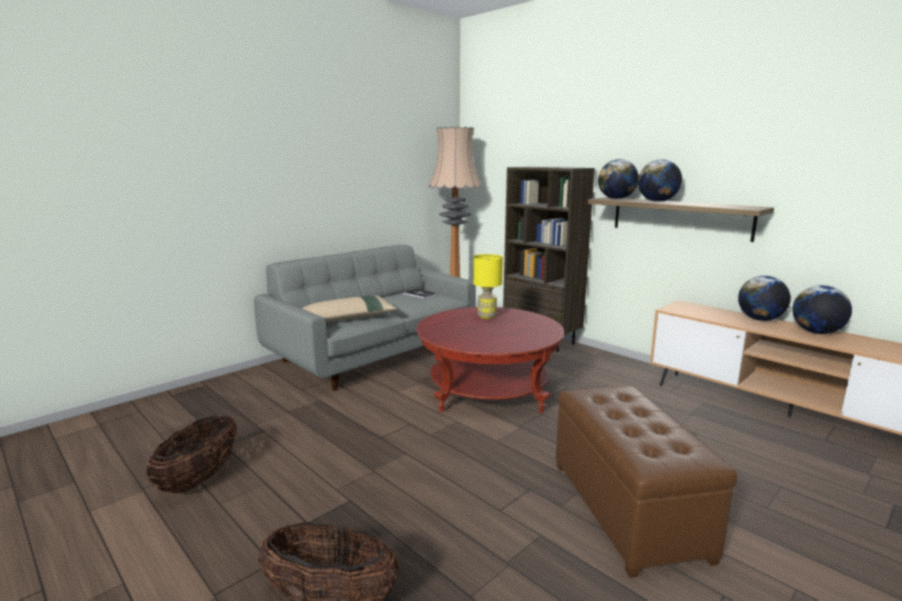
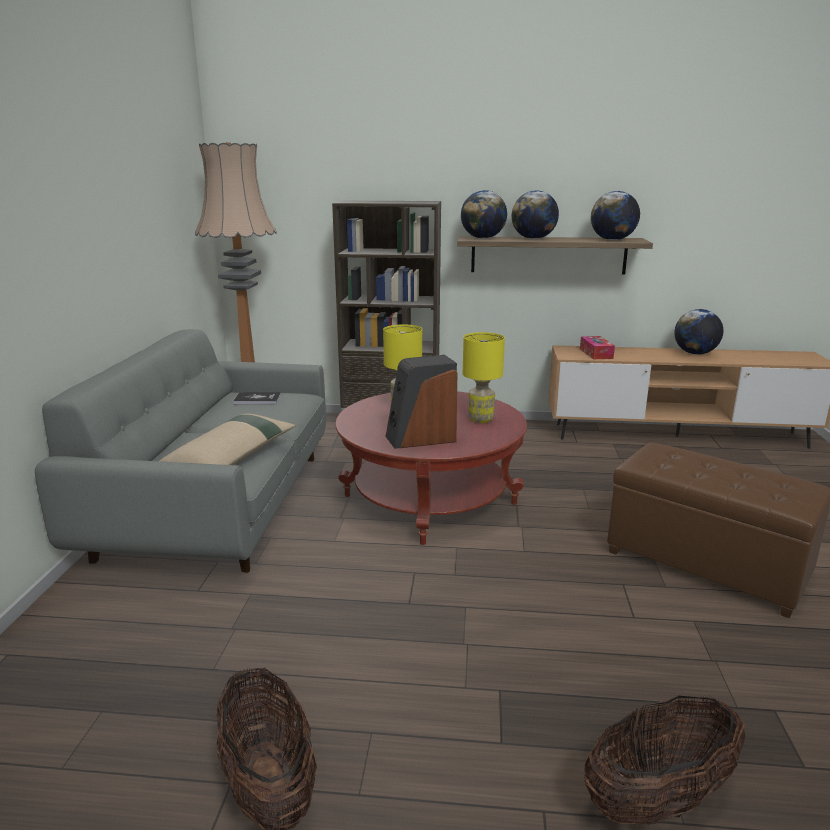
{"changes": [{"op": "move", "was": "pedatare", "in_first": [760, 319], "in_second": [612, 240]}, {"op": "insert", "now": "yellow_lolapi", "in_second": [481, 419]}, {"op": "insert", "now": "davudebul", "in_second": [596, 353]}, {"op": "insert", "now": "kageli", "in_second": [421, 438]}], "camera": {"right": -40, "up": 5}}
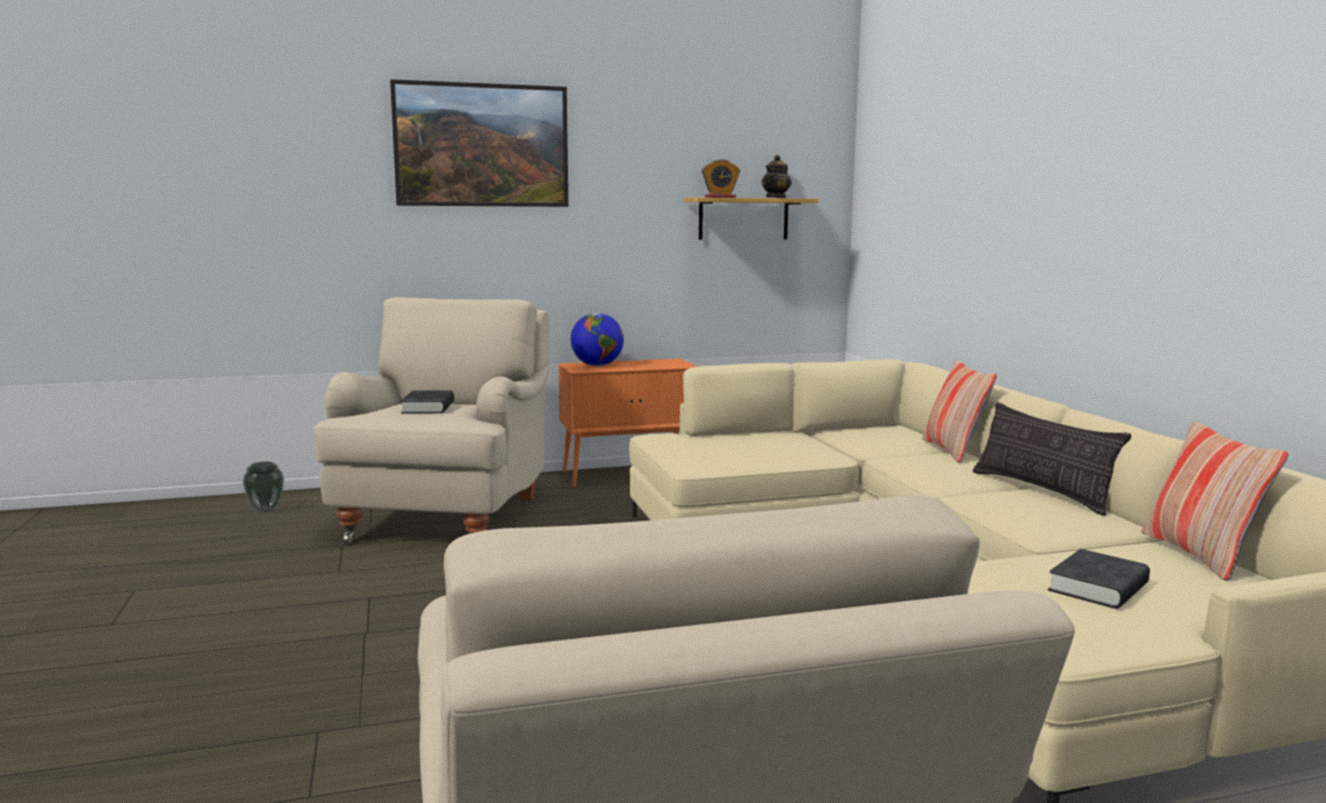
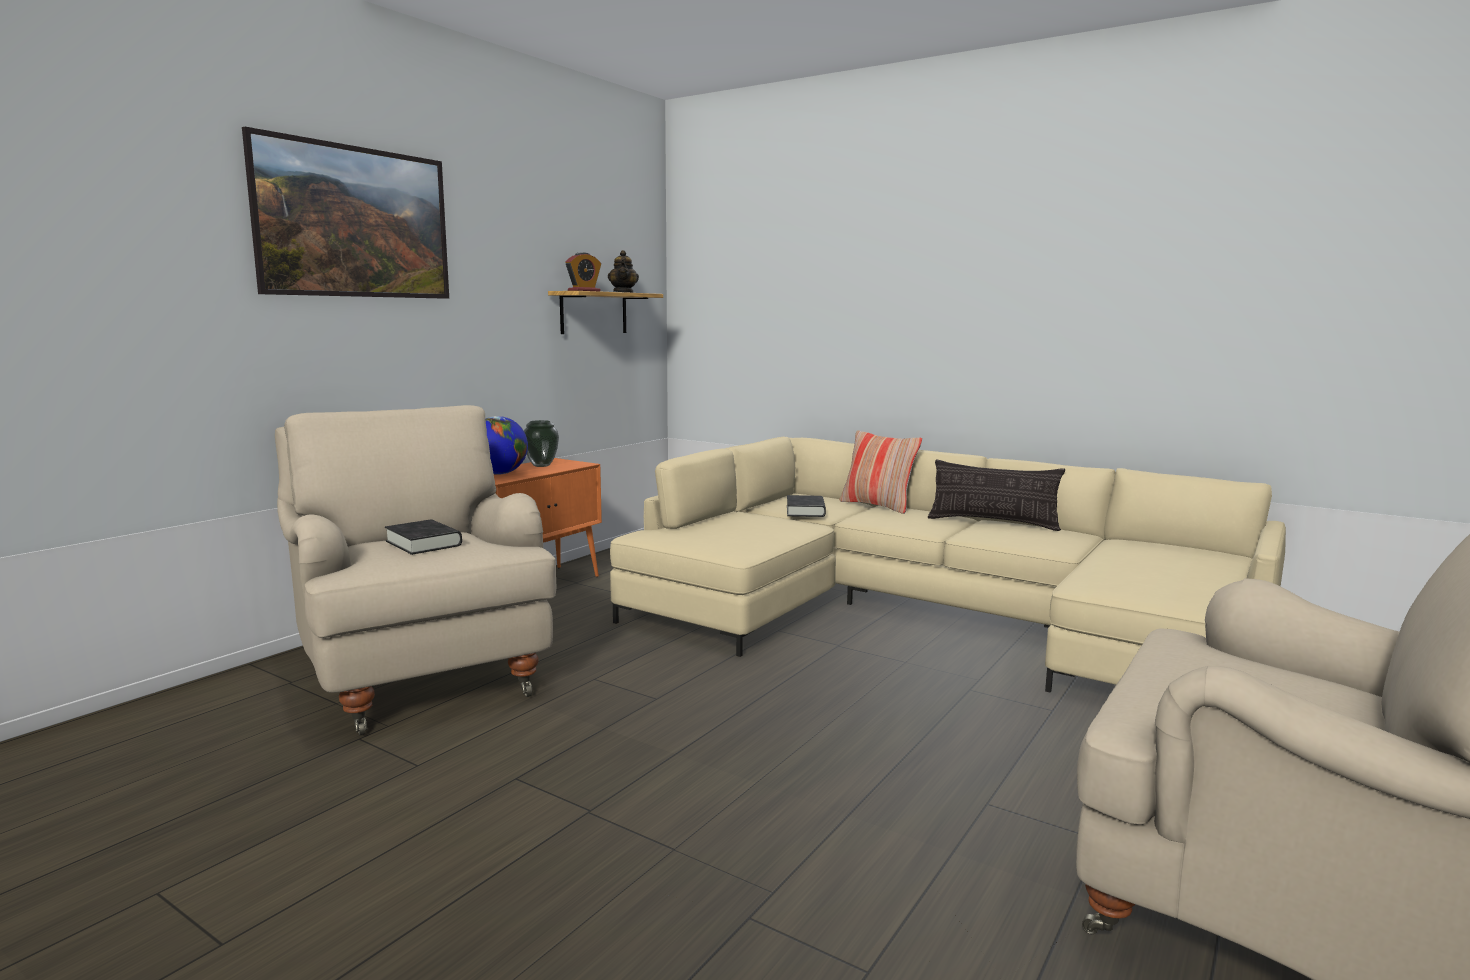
{"changes": [{"op": "delete", "was": "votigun", "in_first": [1200, 555]}, {"op": "move", "was": "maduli", "in_first": [265, 509], "in_second": [541, 465]}, {"op": "move", "was": "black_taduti", "in_first": [1098, 587], "in_second": [805, 511]}], "camera": {"right": -40, "up": 0}}
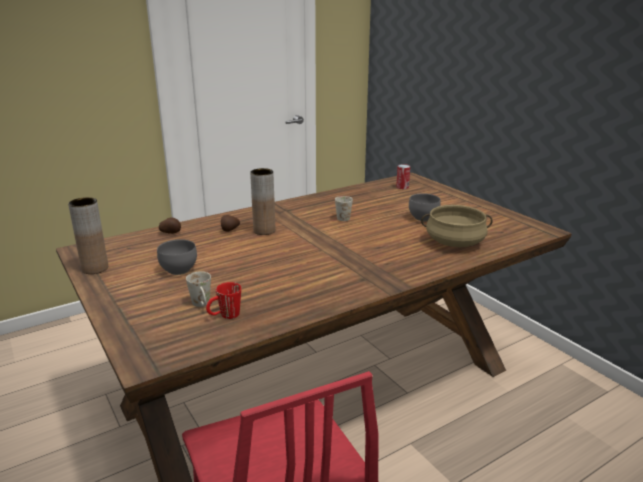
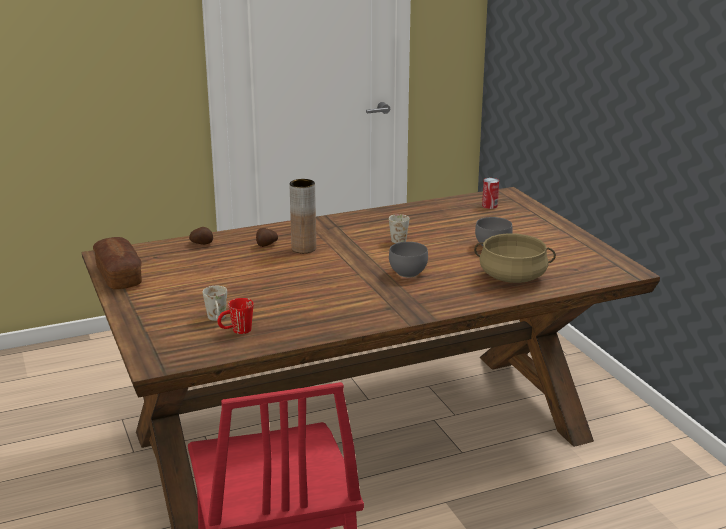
{"changes": [{"op": "replace", "was": "brown_maduli", "now": "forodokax", "in_first": [95, 268], "in_second": [119, 276]}, {"op": "move", "was": "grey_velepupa", "in_first": [177, 270], "in_second": [406, 273]}], "camera": {"right": 10, "up": 0}}
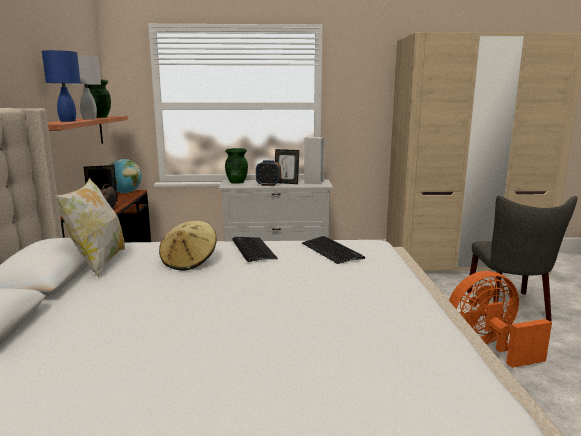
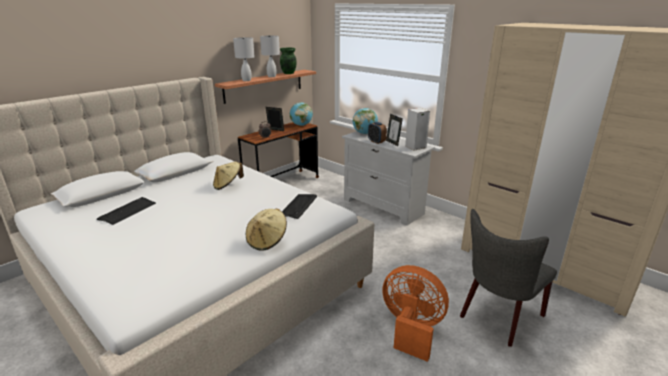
{"changes": [{"op": "recolor", "was": "blue_lolapi", "now": "white_lolapi", "in_first": [67, 121], "in_second": [246, 80]}, {"op": "replace", "was": "green_maduli", "now": "pedatare", "in_first": [236, 182], "in_second": [364, 133]}, {"op": "delete", "was": "votigun", "in_first": [98, 263]}, {"op": "move", "was": "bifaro", "in_first": [253, 249], "in_second": [127, 211]}, {"op": "insert", "now": "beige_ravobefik", "in_second": [267, 241]}], "camera": {"right": 45, "up": 10}}
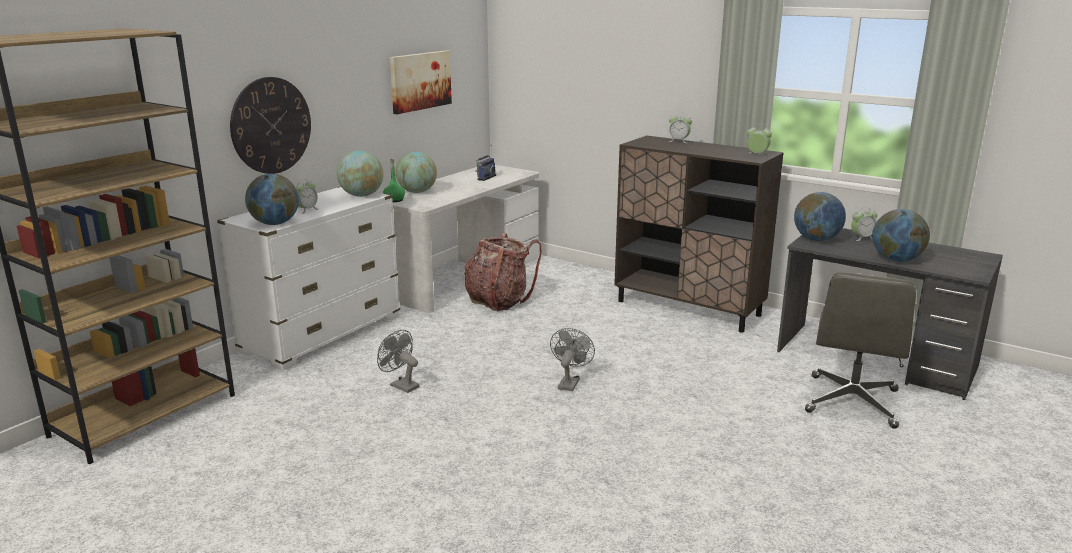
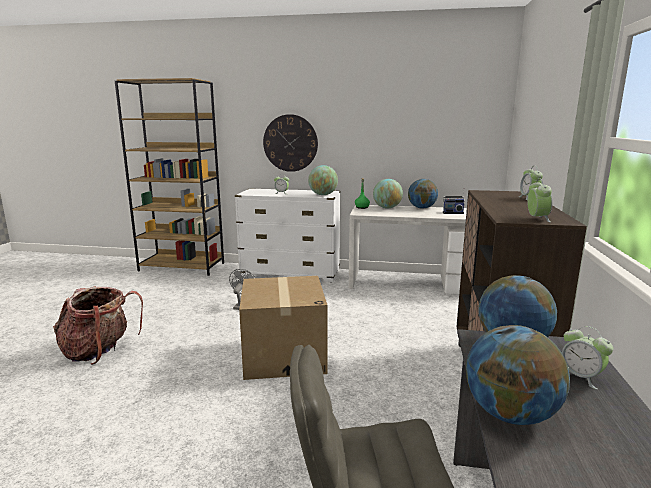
{"changes": [{"op": "delete", "was": "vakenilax", "in_first": [420, 81]}, {"op": "move", "was": "pedatare", "in_first": [275, 224], "in_second": [422, 208]}, {"op": "move", "was": "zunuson", "in_first": [499, 301], "in_second": [100, 352]}, {"op": "replace", "was": "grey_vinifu", "now": "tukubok", "in_first": [569, 382], "in_second": [283, 355]}], "camera": {"right": 65, "up": -5}}
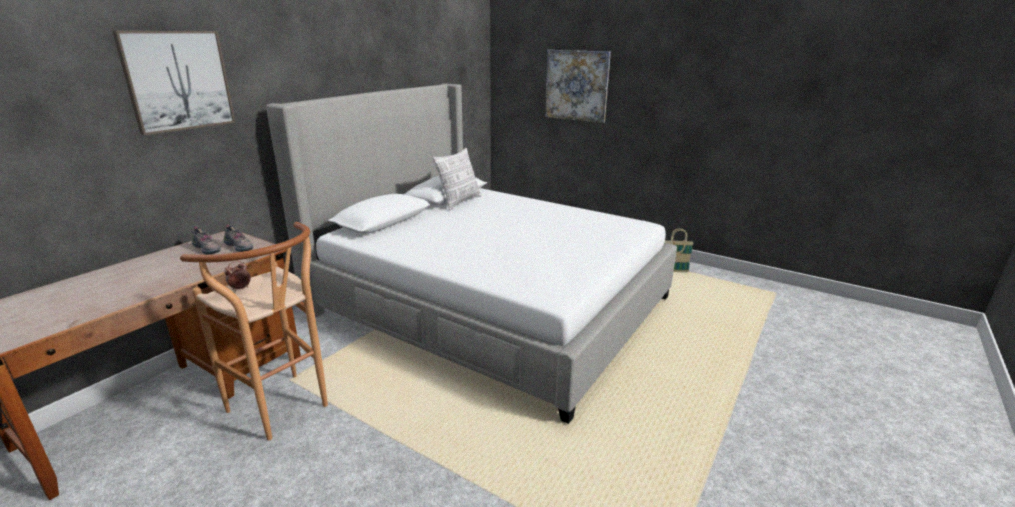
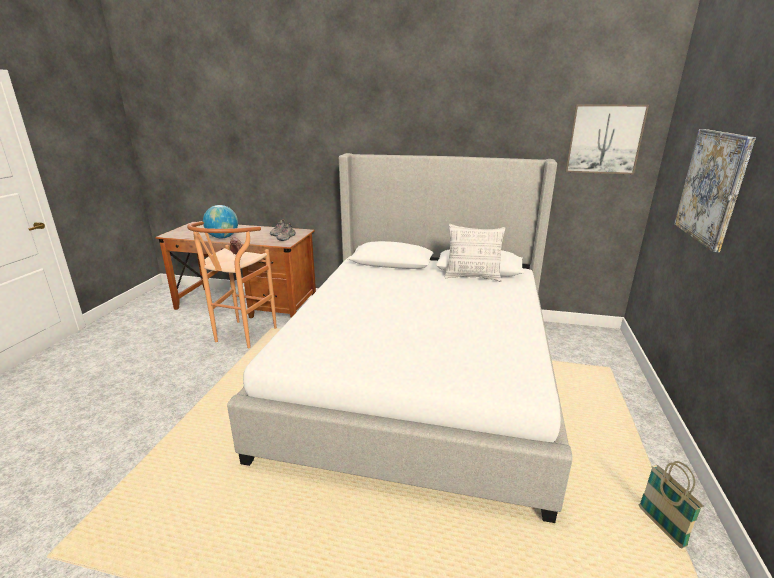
{"changes": [{"op": "move", "was": "vakenilax", "in_first": [178, 81], "in_second": [604, 139]}, {"op": "insert", "now": "pedatare", "in_second": [223, 237]}], "camera": {"right": 70, "up": 0}}
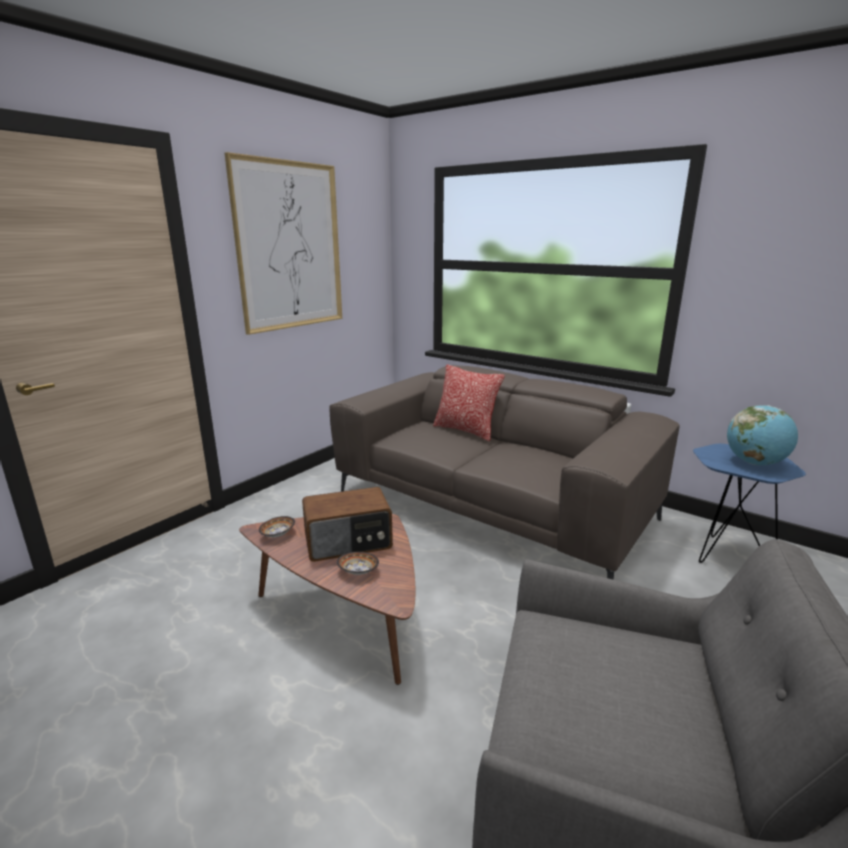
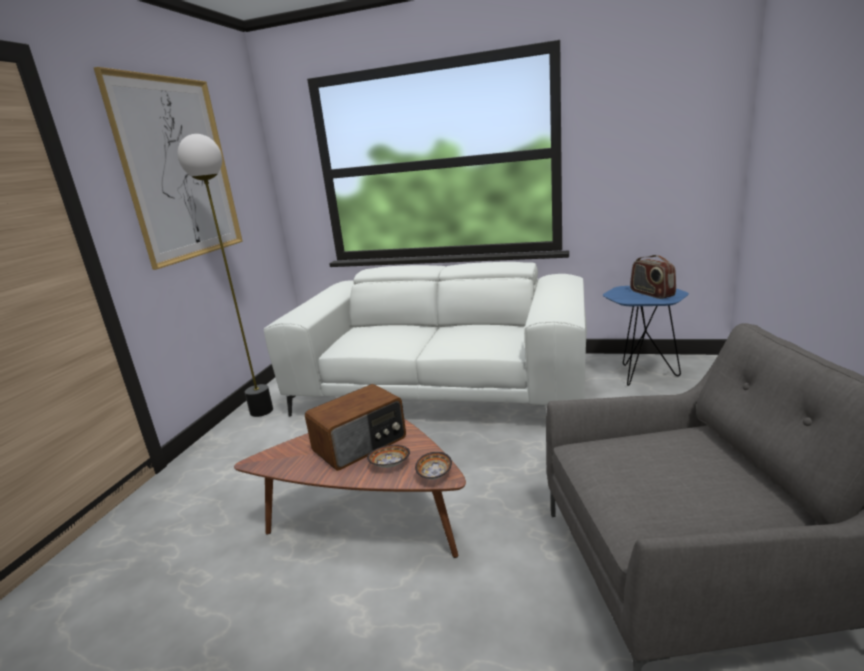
{"changes": [{"op": "recolor", "was": "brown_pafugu", "now": "white_pafugu", "in_first": [491, 505], "in_second": [441, 389]}, {"op": "delete", "was": "votigun", "in_first": [466, 430]}, {"op": "replace", "was": "pedatare", "now": "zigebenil", "in_first": [755, 463], "in_second": [651, 294]}, {"op": "move", "was": "velepupa", "in_first": [279, 534], "in_second": [435, 474]}, {"op": "insert", "now": "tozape", "in_second": [262, 411]}], "camera": {"right": -20, "up": 0}}
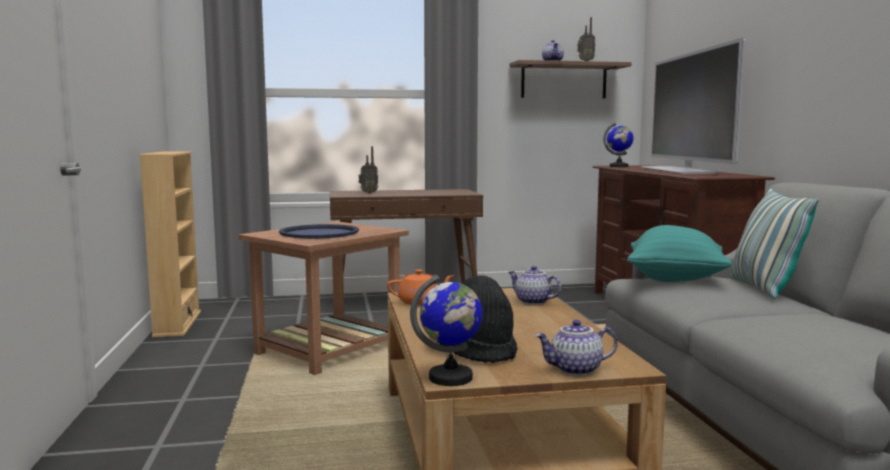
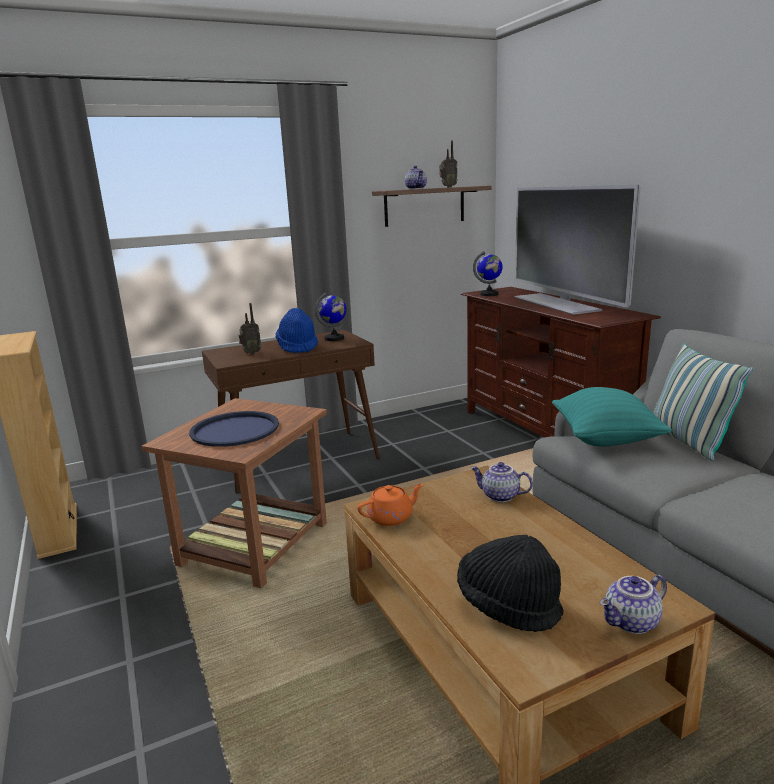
{"changes": [{"op": "move", "was": "pedatare", "in_first": [451, 378], "in_second": [334, 338]}, {"op": "insert", "now": "blue_ravobefik", "in_second": [298, 347]}], "camera": {"right": -15, "up": 10}}
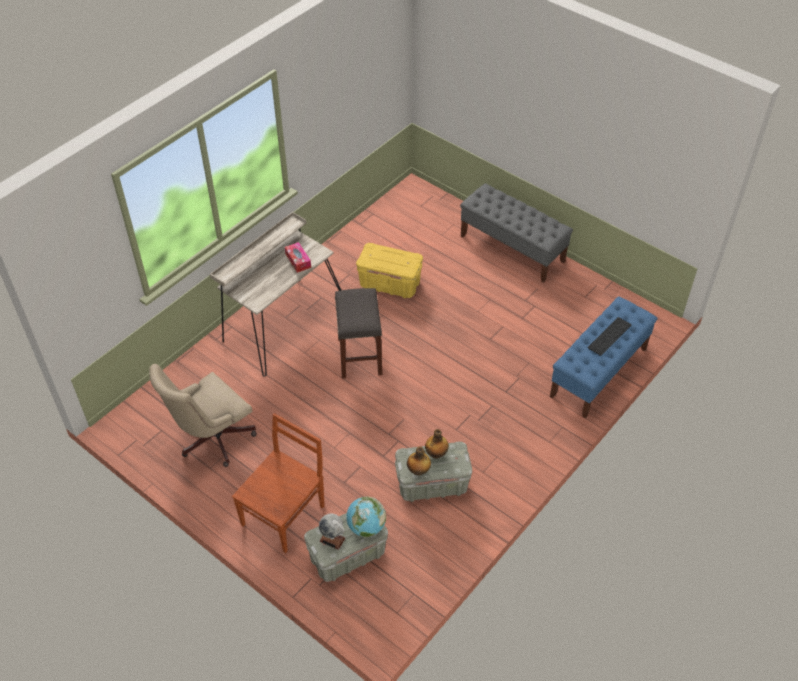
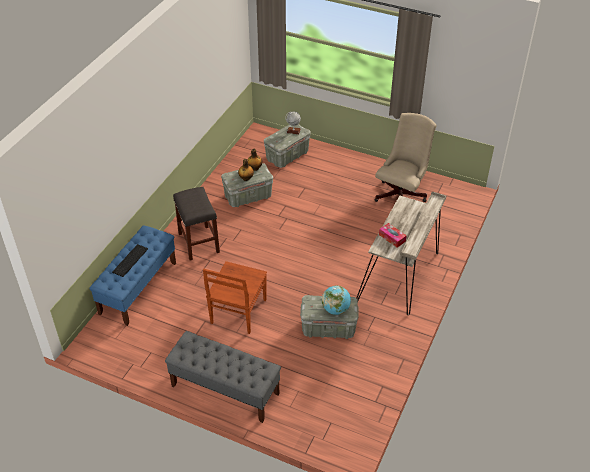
{"changes": [{"op": "recolor", "was": "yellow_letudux", "now": "grey_letudux", "in_first": [390, 284], "in_second": [328, 328]}, {"op": "move", "was": "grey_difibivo", "in_first": [360, 357], "in_second": [198, 242]}, {"op": "move", "was": "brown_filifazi", "in_first": [284, 514], "in_second": [238, 312]}, {"op": "move", "was": "pedatare", "in_first": [366, 527], "in_second": [335, 309]}], "camera": {"right": 165, "up": -5}}
